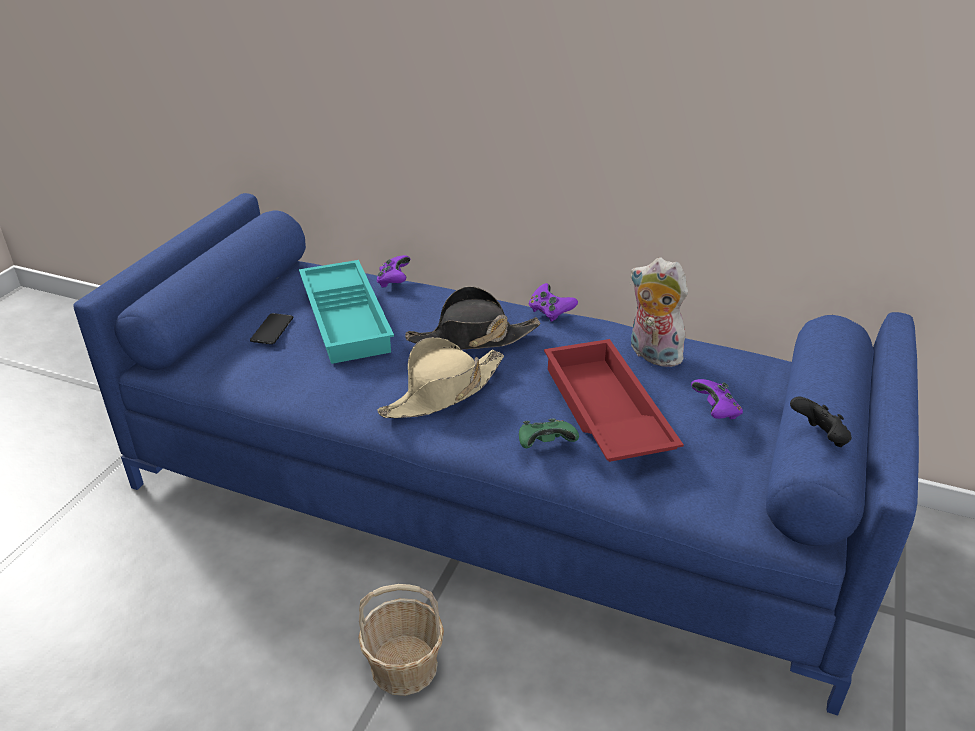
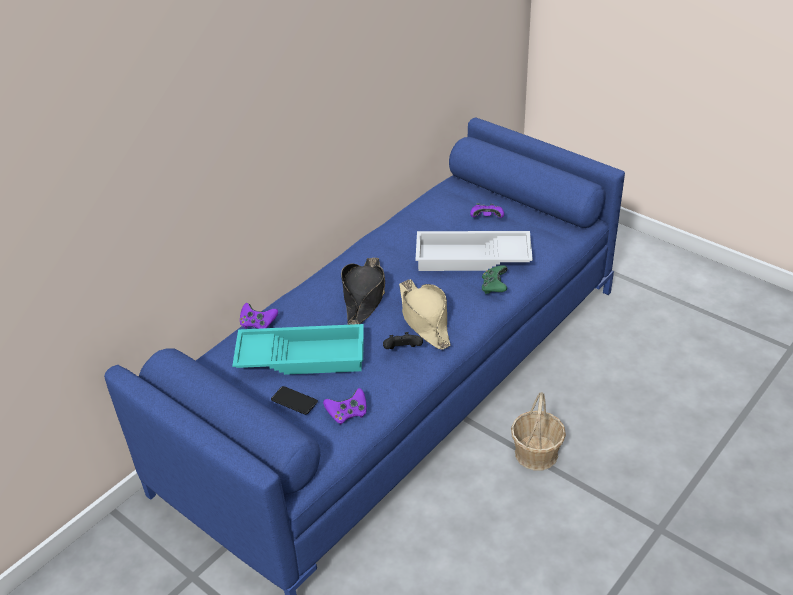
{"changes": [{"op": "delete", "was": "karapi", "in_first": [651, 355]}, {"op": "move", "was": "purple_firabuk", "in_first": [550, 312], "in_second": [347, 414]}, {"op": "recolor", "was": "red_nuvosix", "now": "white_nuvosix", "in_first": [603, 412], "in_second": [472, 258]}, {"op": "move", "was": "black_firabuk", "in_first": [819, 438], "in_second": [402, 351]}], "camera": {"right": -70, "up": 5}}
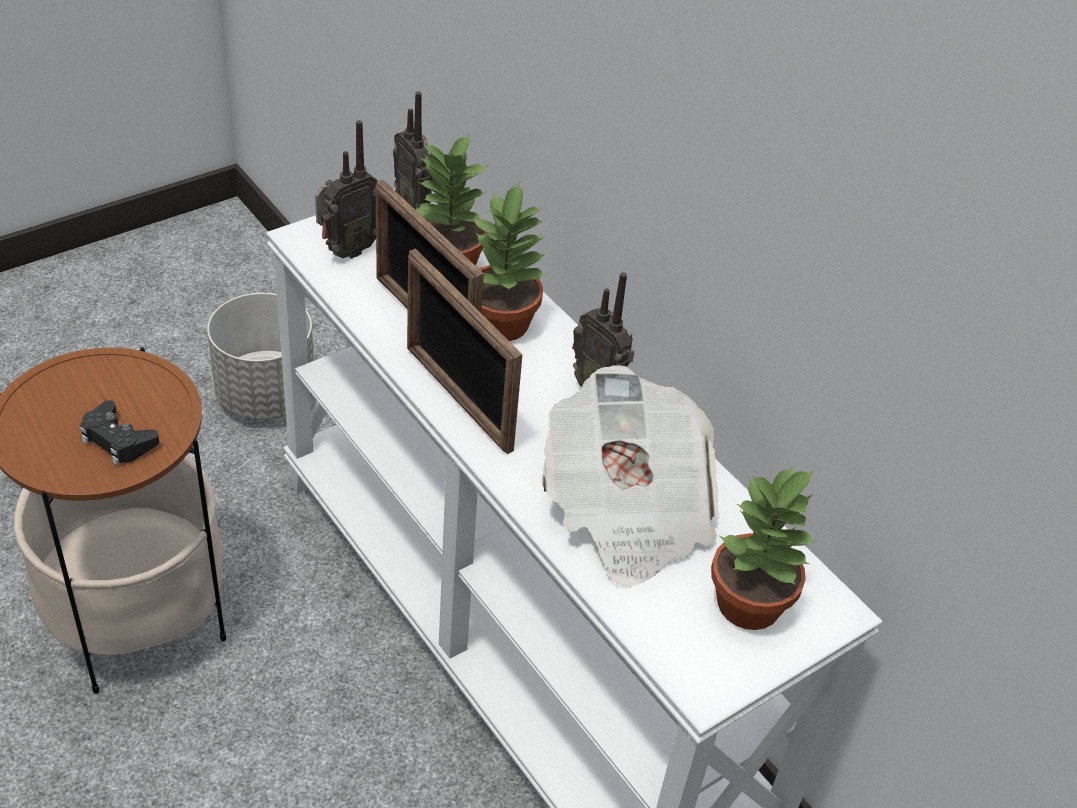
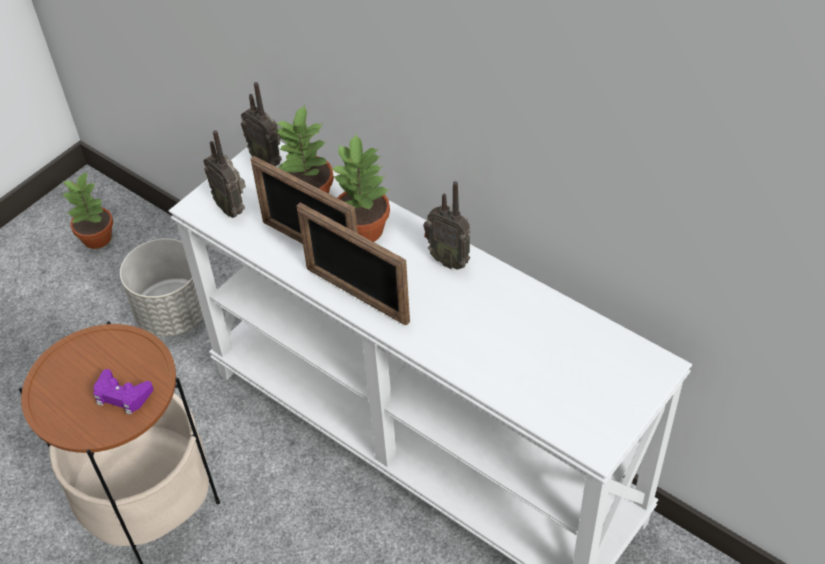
{"changes": [{"op": "rotate", "was": "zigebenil", "in_first": [346, 251], "in_second": [232, 208], "clockwise": 105}, {"op": "delete", "was": "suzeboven", "in_first": [626, 511]}, {"op": "recolor", "was": "black_firabuk", "now": "purple_firabuk", "in_first": [118, 440], "in_second": [122, 395]}, {"op": "move", "was": "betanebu", "in_first": [750, 605], "in_second": [98, 238]}], "camera": {"right": -10, "up": 5}}
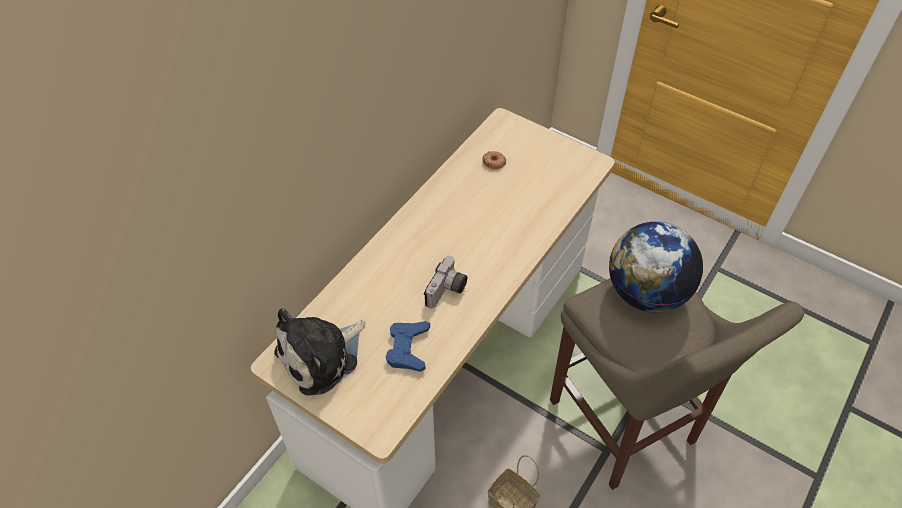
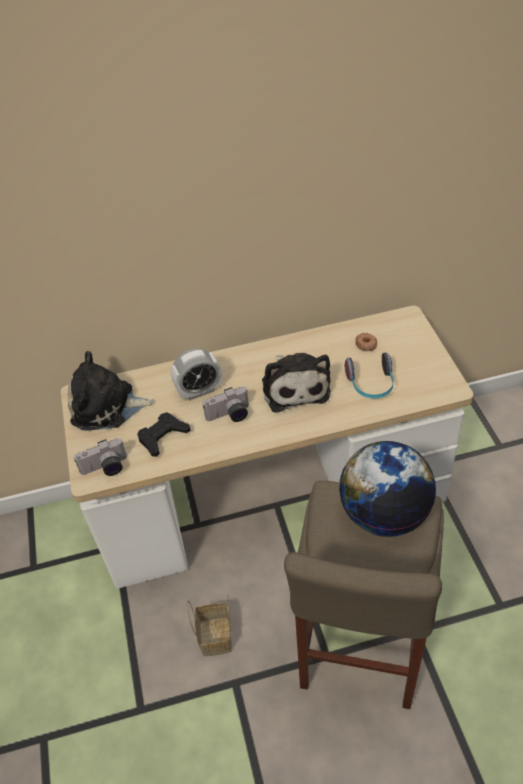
{"changes": [{"op": "recolor", "was": "blue_firabuk", "now": "black_firabuk", "in_first": [408, 348], "in_second": [163, 436]}, {"op": "insert", "now": "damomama", "in_second": [199, 391]}, {"op": "insert", "now": "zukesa", "in_second": [371, 385]}, {"op": "insert", "now": "karapi", "in_second": [294, 386]}, {"op": "insert", "now": "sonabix", "in_second": [105, 469]}], "camera": {"right": 45, "up": -5}}
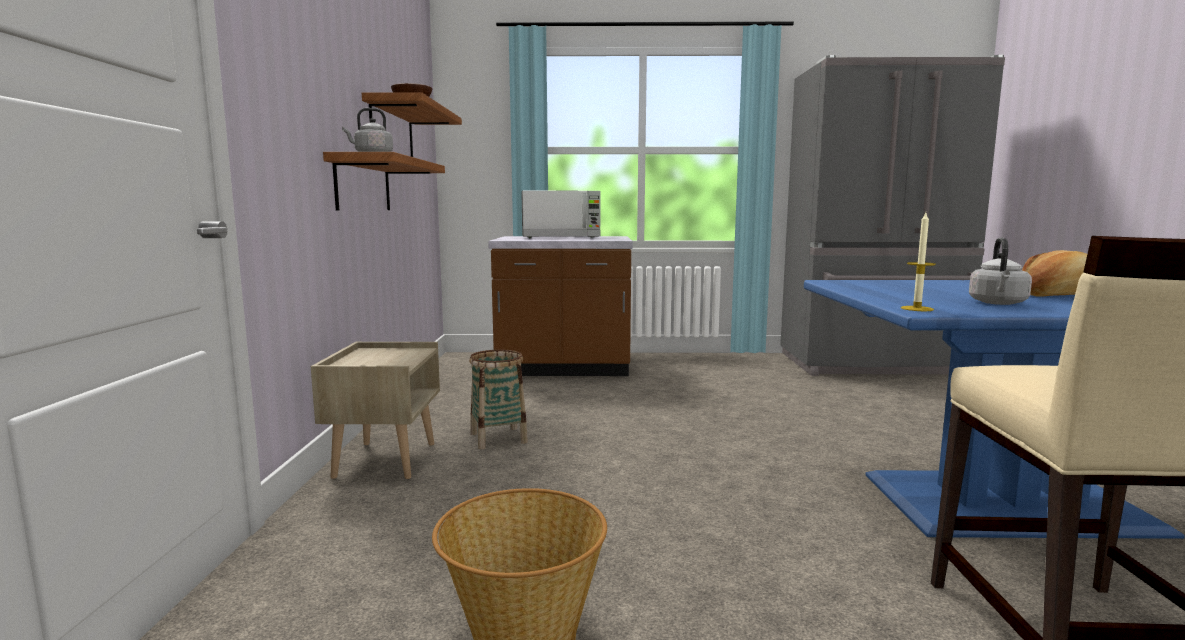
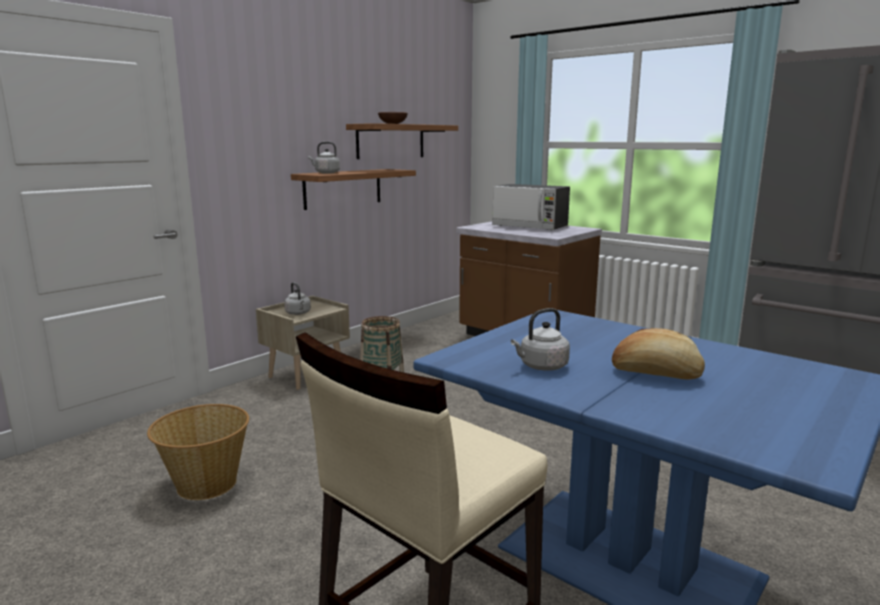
{"changes": [{"op": "delete", "was": "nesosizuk", "in_first": [917, 309]}, {"op": "insert", "now": "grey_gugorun", "in_second": [298, 313]}], "camera": {"right": 40, "up": 5}}
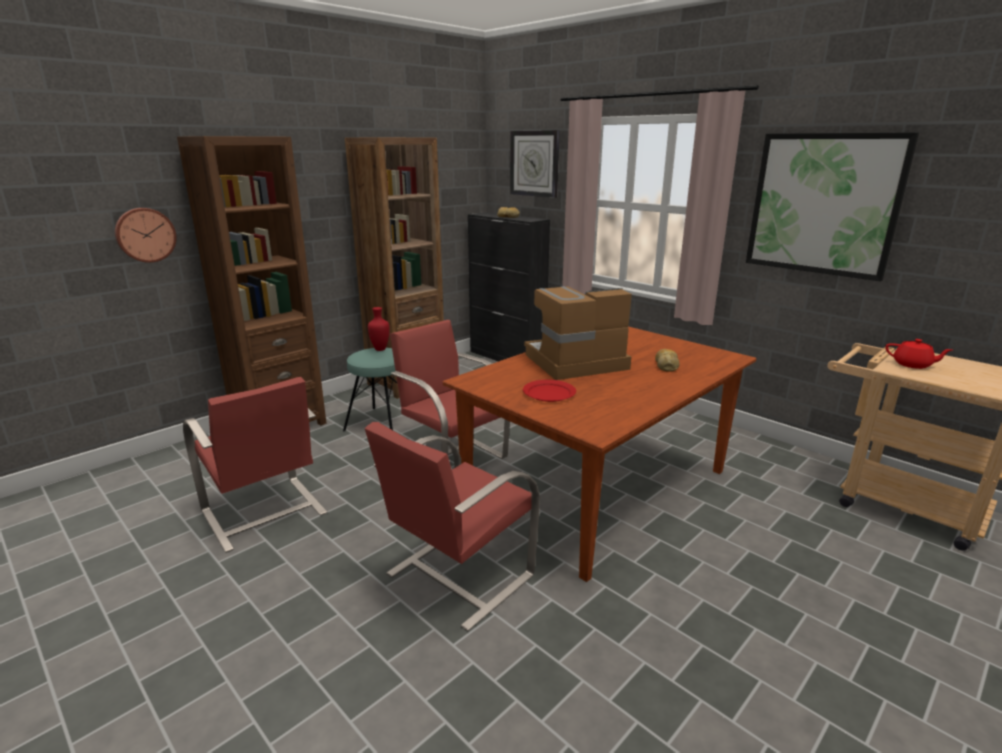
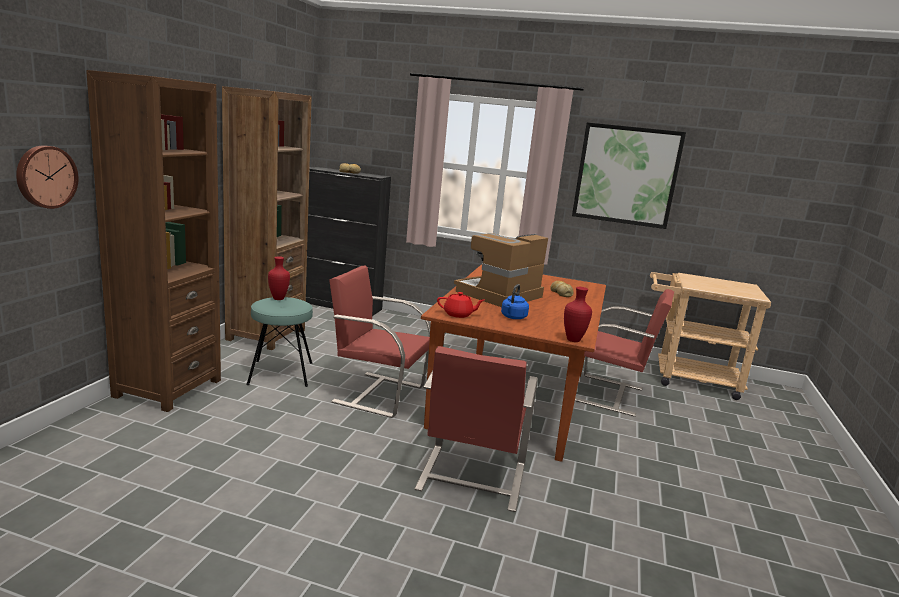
{"changes": [{"op": "delete", "was": "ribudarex", "in_first": [534, 163]}, {"op": "move", "was": "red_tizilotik", "in_first": [912, 365], "in_second": [458, 314]}, {"op": "move", "was": "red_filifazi", "in_first": [264, 513], "in_second": [609, 395]}, {"op": "replace", "was": "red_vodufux", "now": "blue_gugorun", "in_first": [549, 393], "in_second": [513, 317]}, {"op": "insert", "now": "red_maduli", "in_second": [572, 340]}], "camera": {"right": -30, "up": -5}}
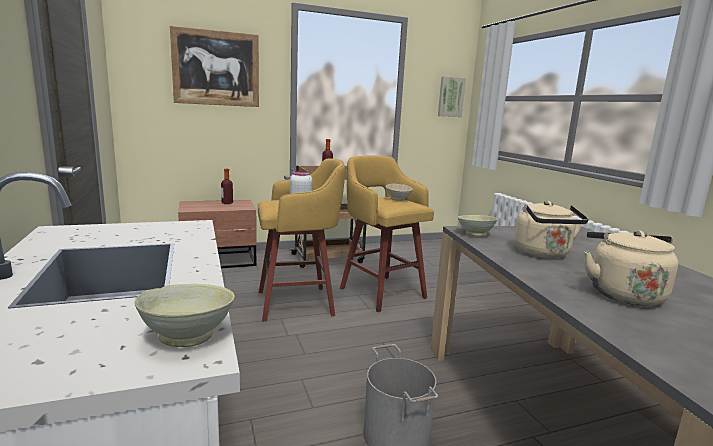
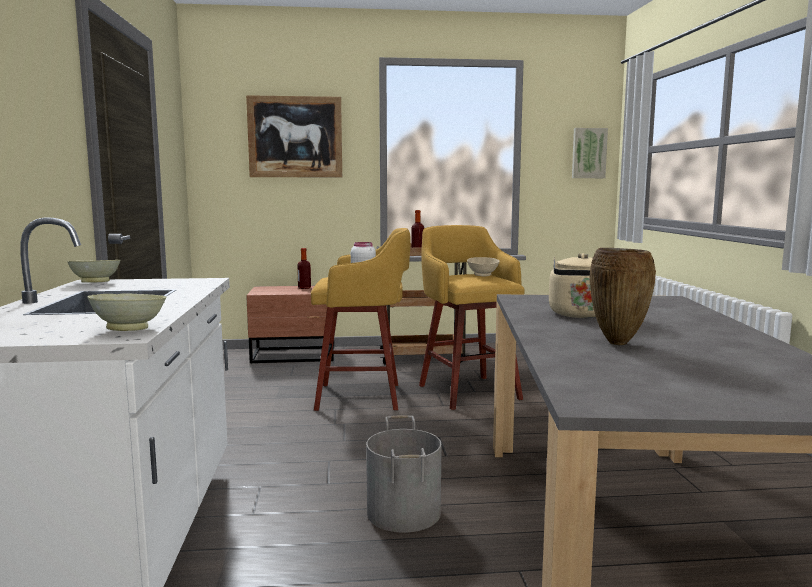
{"changes": [{"op": "move", "was": "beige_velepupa", "in_first": [475, 234], "in_second": [96, 282]}, {"op": "replace", "was": "beige_gugorun", "now": "brown_maduli", "in_first": [622, 293], "in_second": [619, 343]}], "camera": {"right": 15, "up": -5}}
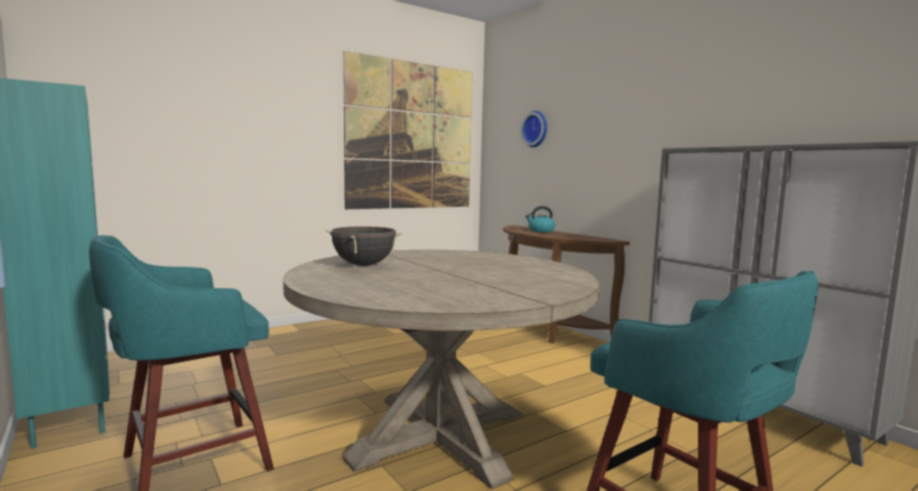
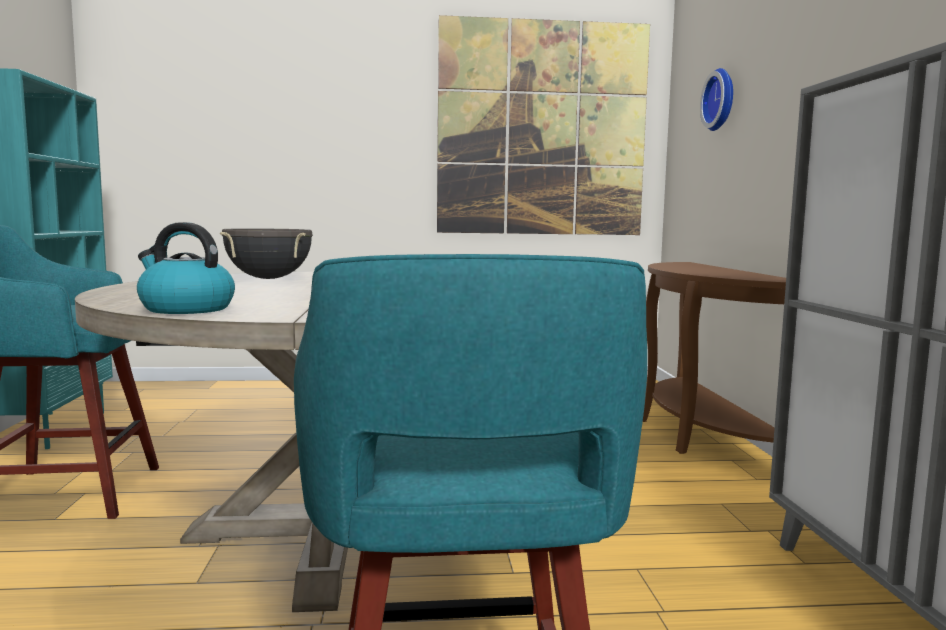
{"changes": [{"op": "move", "was": "gugorun", "in_first": [540, 231], "in_second": [185, 309]}], "camera": {"right": 30, "up": 0}}
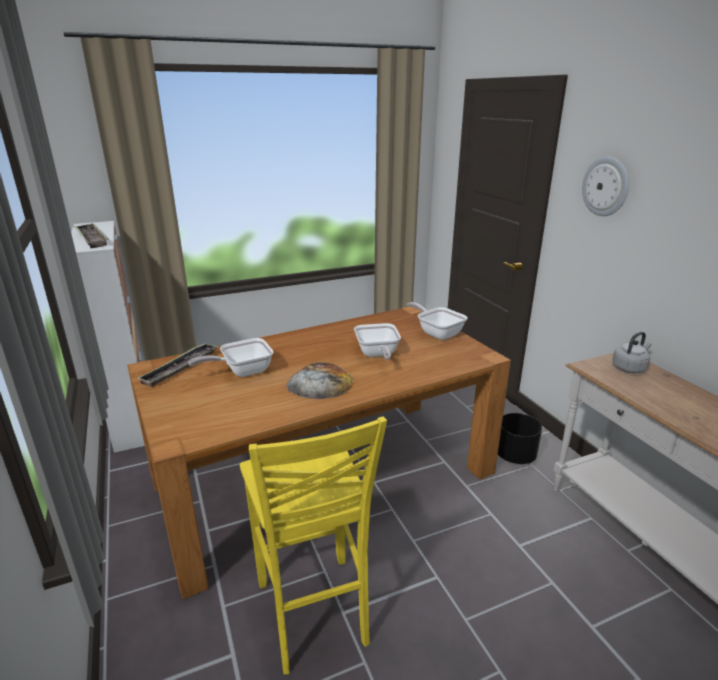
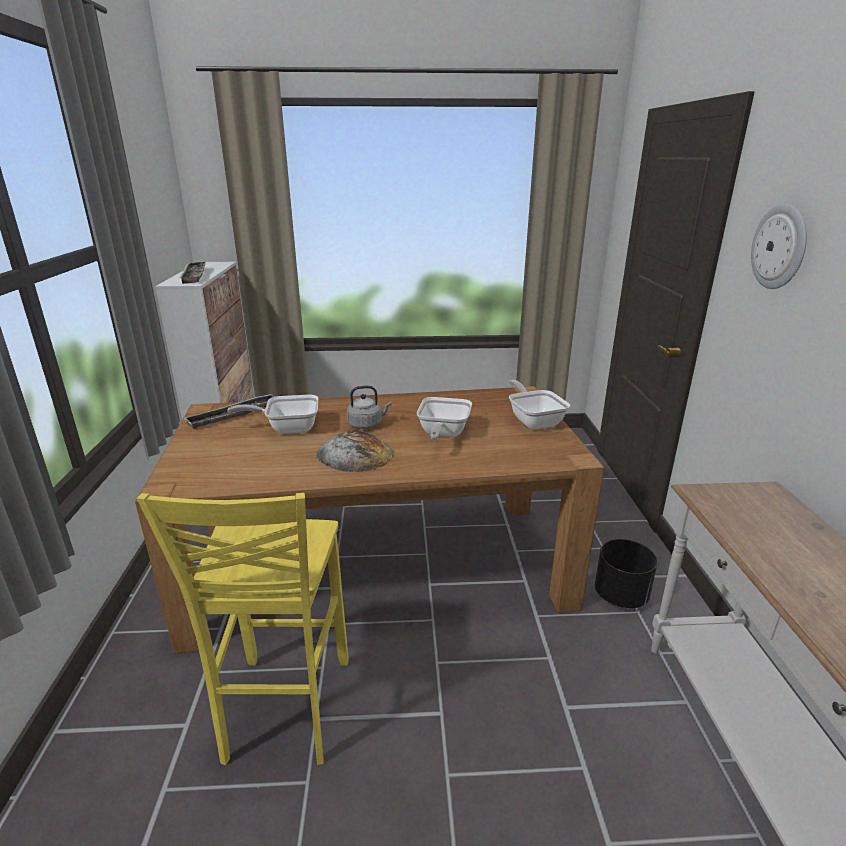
{"changes": [{"op": "move", "was": "grey_gugorun", "in_first": [629, 368], "in_second": [367, 424]}], "camera": {"right": 20, "up": 0}}
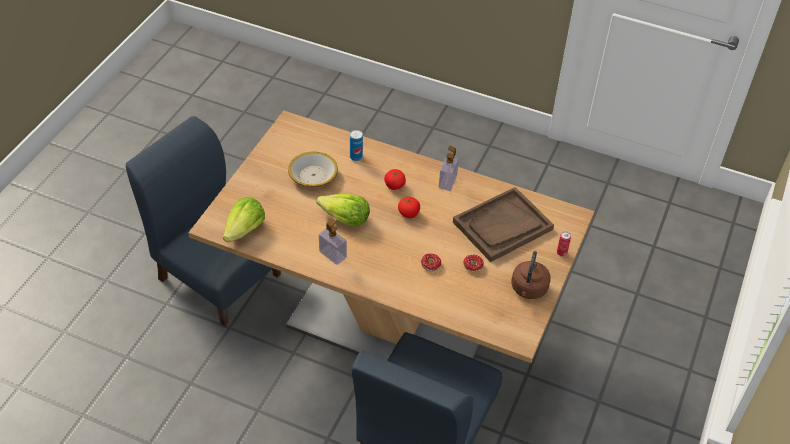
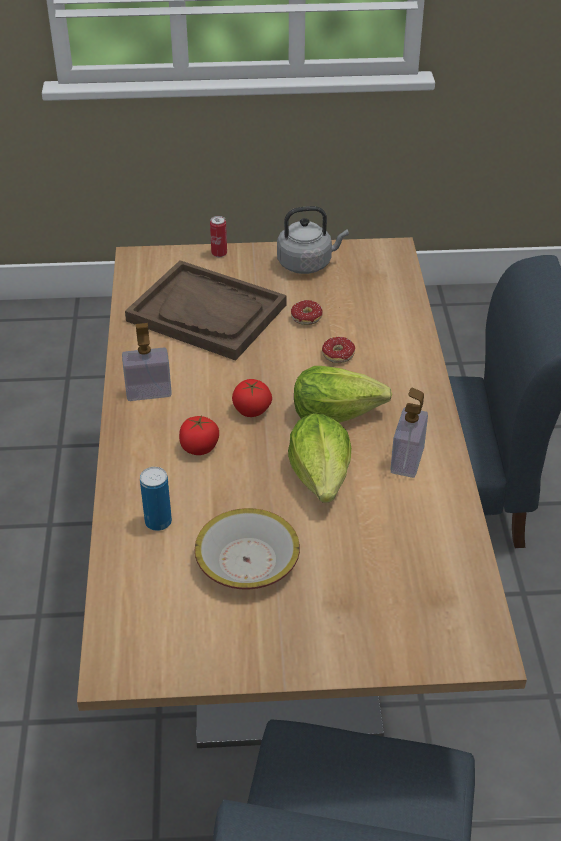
{"changes": [{"op": "move", "was": "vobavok", "in_first": [245, 230], "in_second": [336, 413]}, {"op": "recolor", "was": "brown_gugorun", "now": "grey_gugorun", "in_first": [528, 290], "in_second": [307, 263]}], "camera": {"right": -115, "up": -5}}
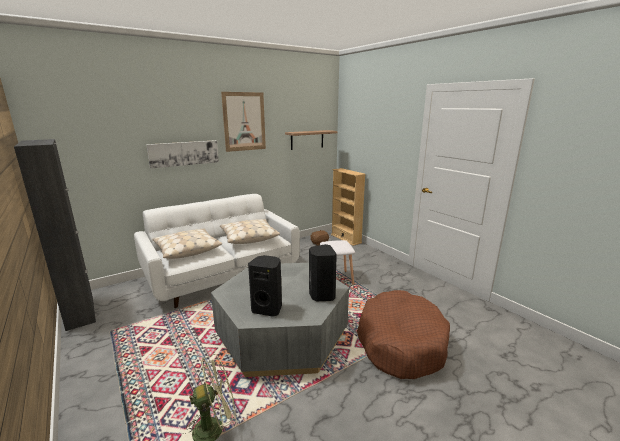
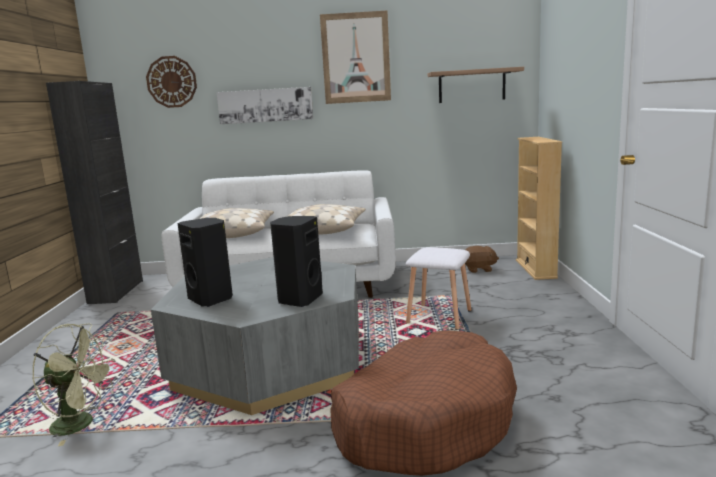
{"changes": [{"op": "insert", "now": "ribudarex", "in_second": [171, 82]}], "camera": {"right": 35, "up": -5}}
